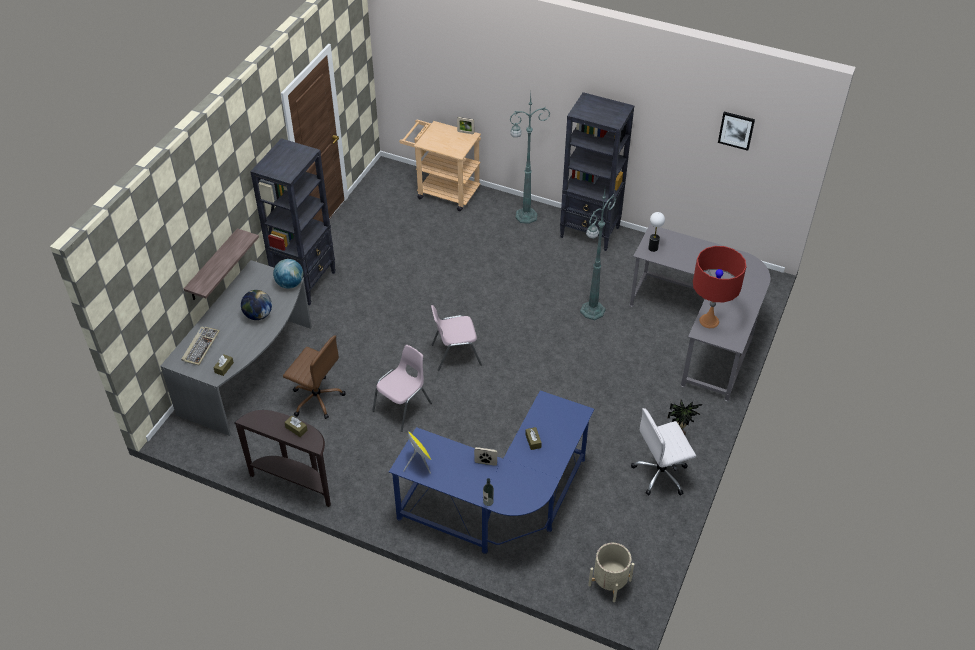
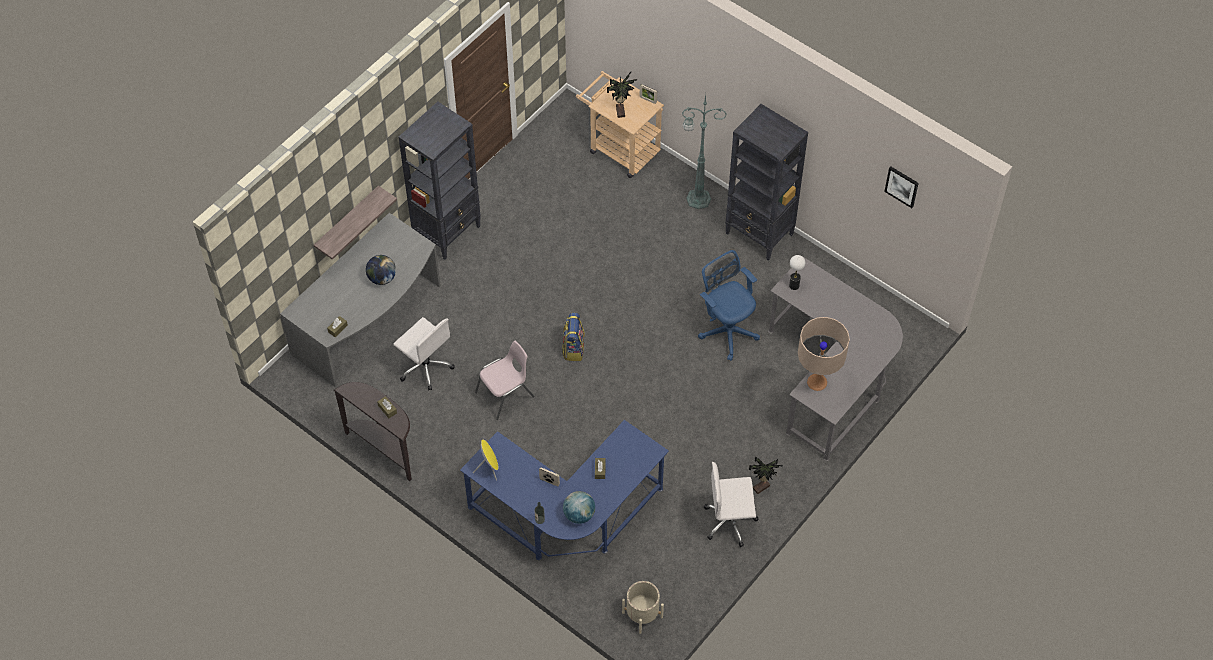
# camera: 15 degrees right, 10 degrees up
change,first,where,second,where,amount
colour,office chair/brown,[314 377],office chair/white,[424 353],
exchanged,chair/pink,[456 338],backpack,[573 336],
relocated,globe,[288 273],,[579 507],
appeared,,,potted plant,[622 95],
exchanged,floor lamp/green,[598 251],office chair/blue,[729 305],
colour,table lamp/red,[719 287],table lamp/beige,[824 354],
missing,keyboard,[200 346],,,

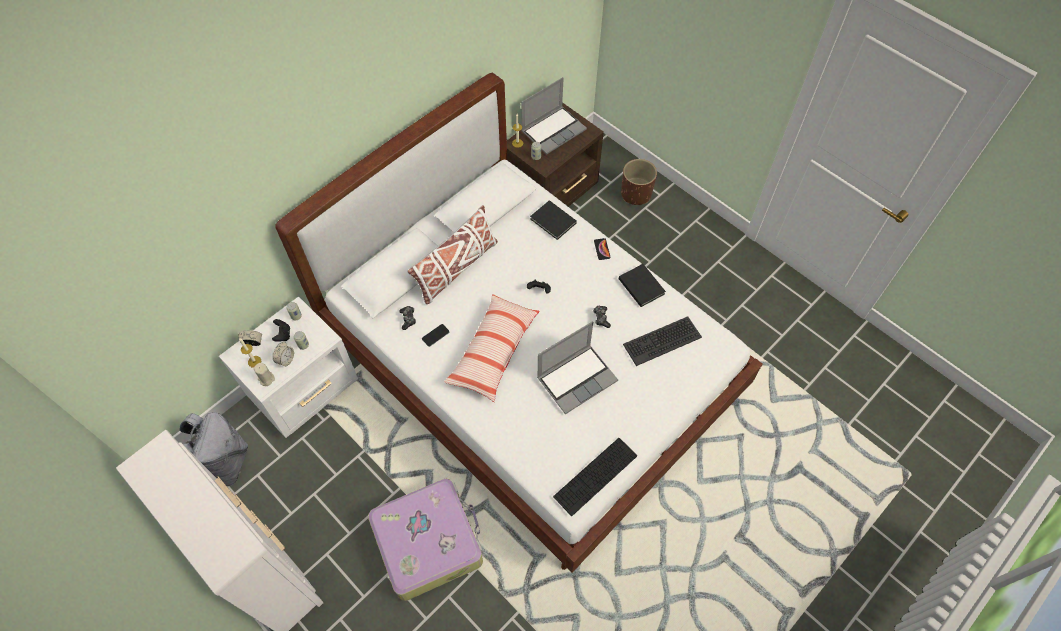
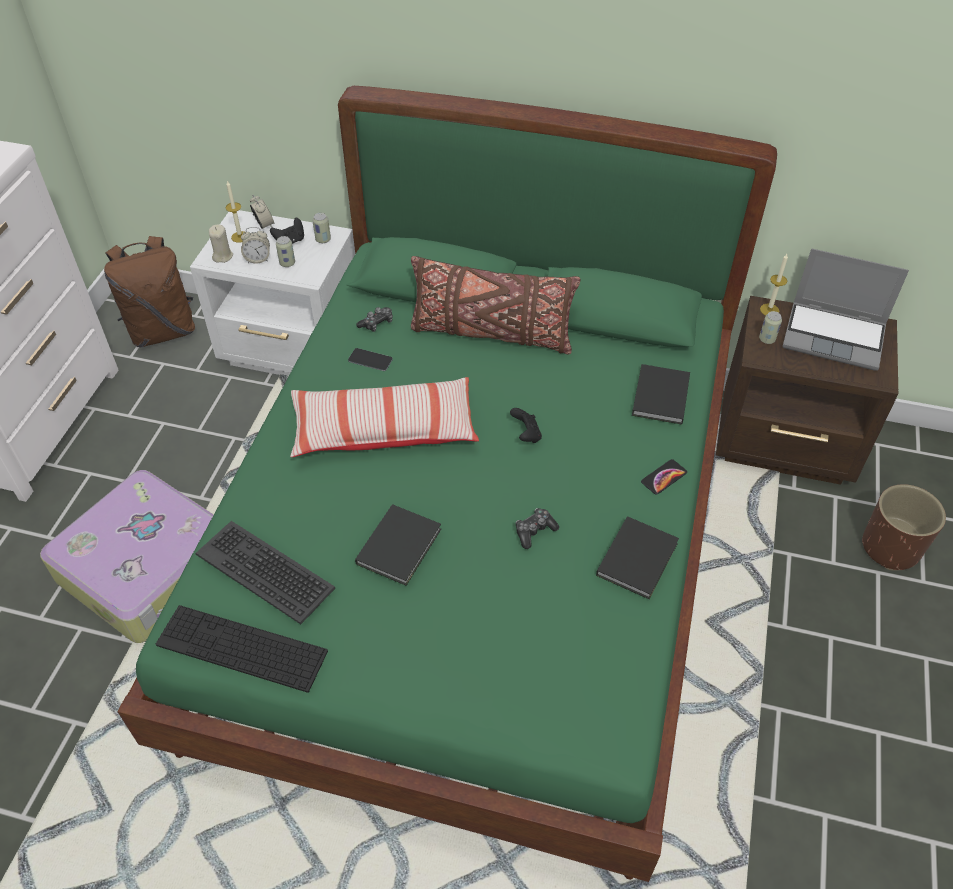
# camera: 60 degrees right, 10 degrees down
change,first,where,second,where,amount
colour,backpack/grey,[214 449],backpack/brown,[149 291],
colour,bed/white,[518 323],bed/green,[447 484],
relocated,keyboard,[662 341],,[265 572],
exchanged,laptop,[577 367],book/black,[398 545],
colour,pillow/white,[453 254],pillow/brown,[495 305],

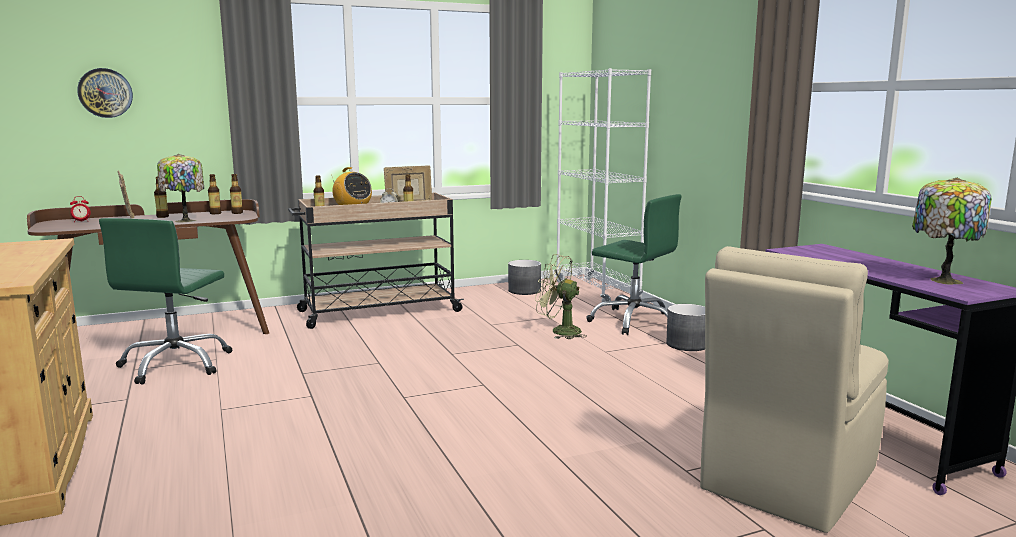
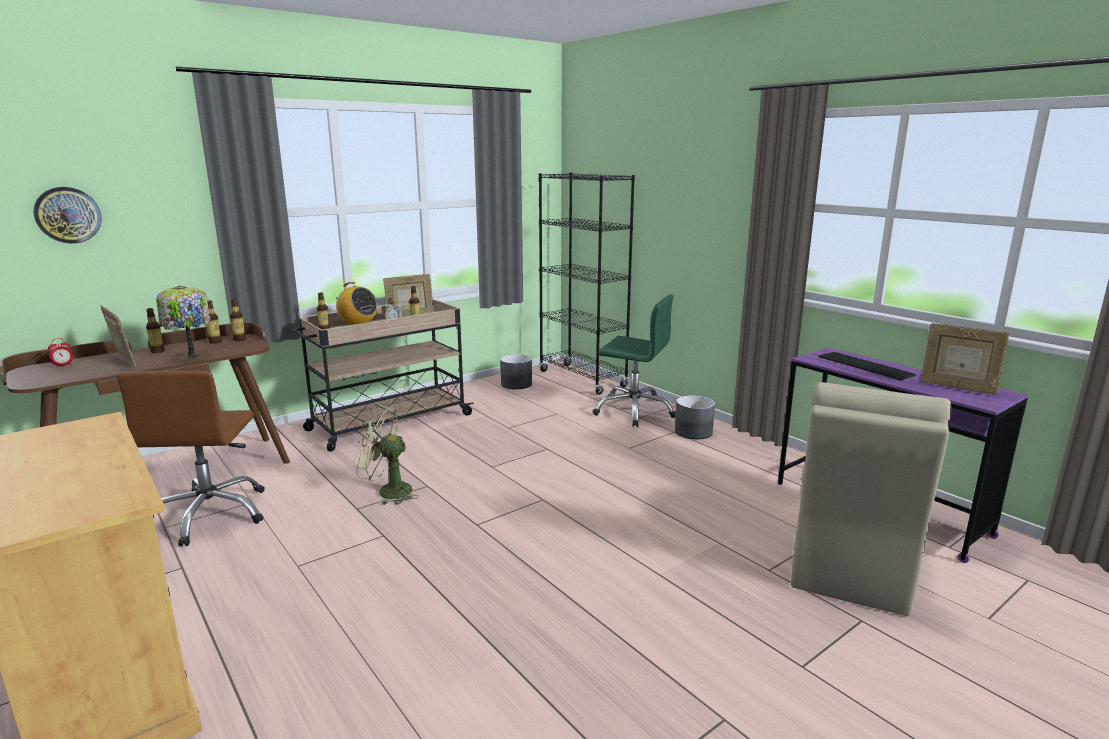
# camera: 15 degrees left, 5 degrees up
change,first,where,second,where,amount
colour,office chair/green,[165 301],office chair/brown,[190 458],
relocated,fan/green,[561 296],,[386 455],
colour,bookcase/white,[603 185],bookcase/black,[587 284],
appeared,,,keyboard,[867 366],
exchanged,table lamp,[952 231],picture frame,[965 359],

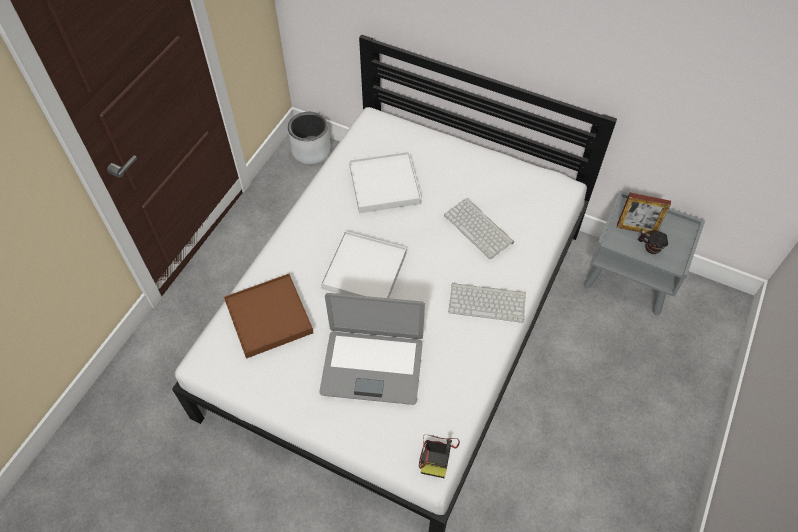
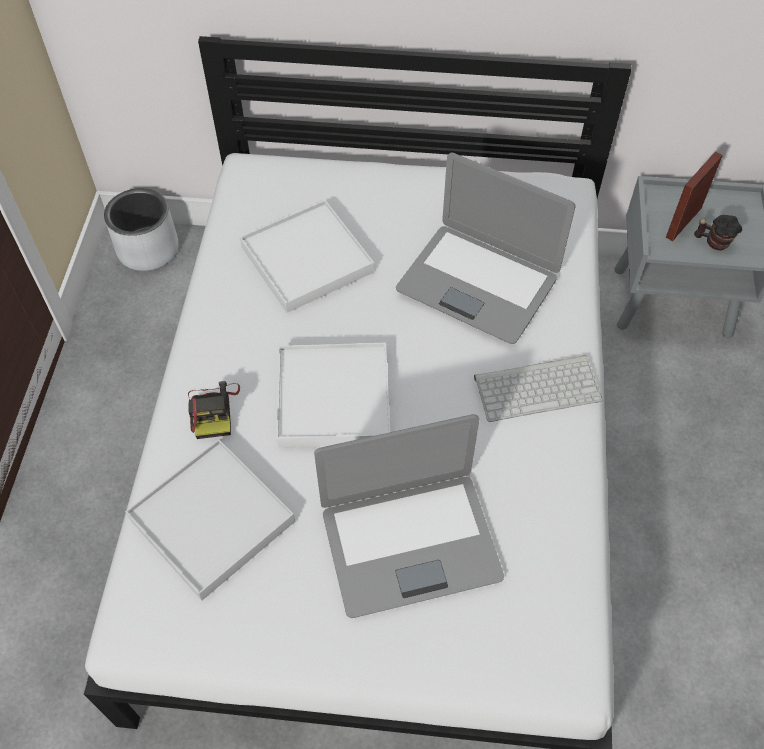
# camera: 20 degrees left, 0 degrees up
change,first,where,second,where,amount
colour,tray/brown,[268 316],tray/white,[210 519],
relocated,photo camera,[439 456],,[214 410],
exchanged,keyboard,[479 228],laptop,[486 248],
spun,picture frame,[644 213],,[694 196],135 degrees clockwise

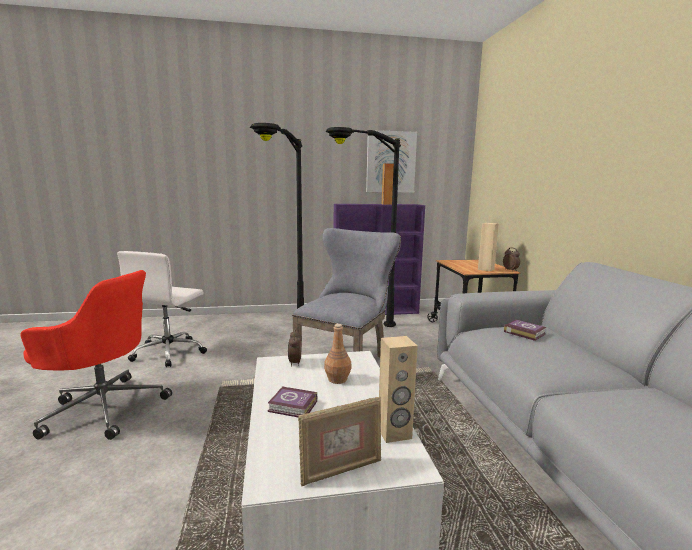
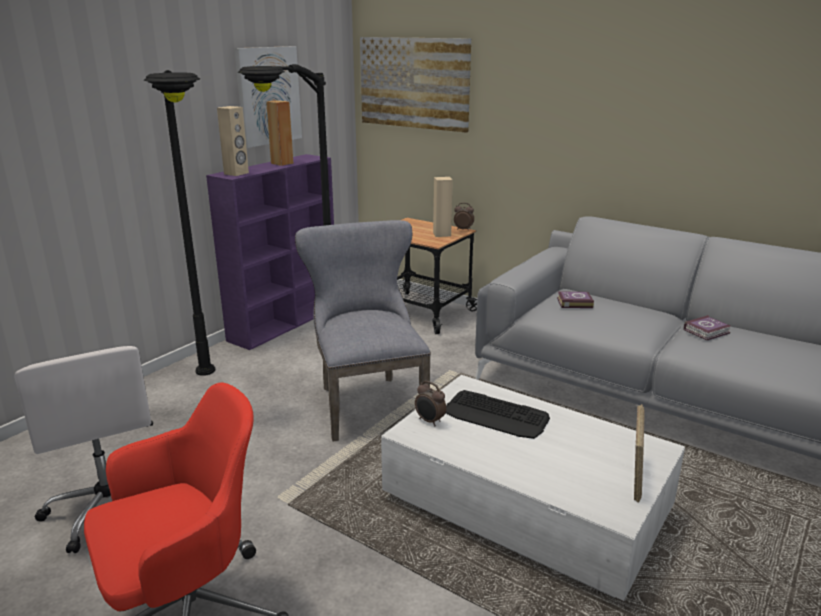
# camera: 45 degrees left, 10 degrees up
change,first,where,second,where,amount
relocated,speaker/beige,[398 389],,[233 141],
appeared,,,picture,[415 85],
exchanged,bottle/brown,[338 354],keyboard,[498 414],
relocated,book,[292 401],,[707 328],

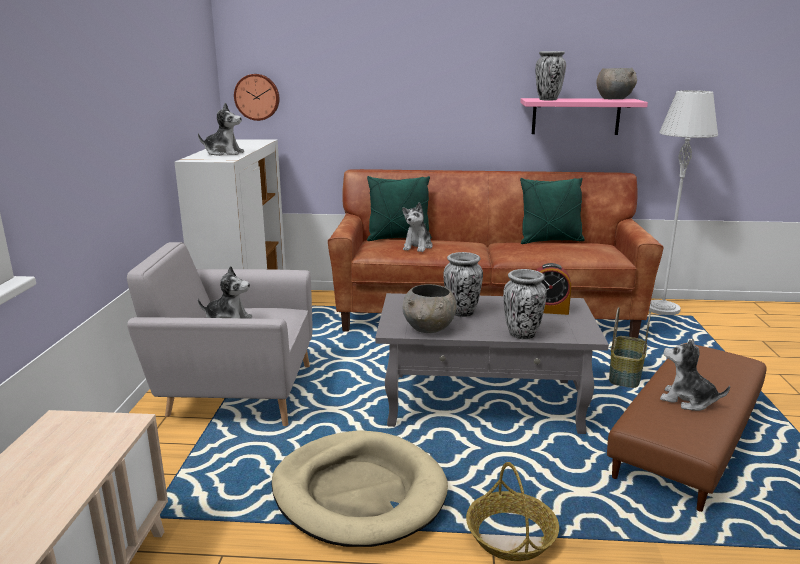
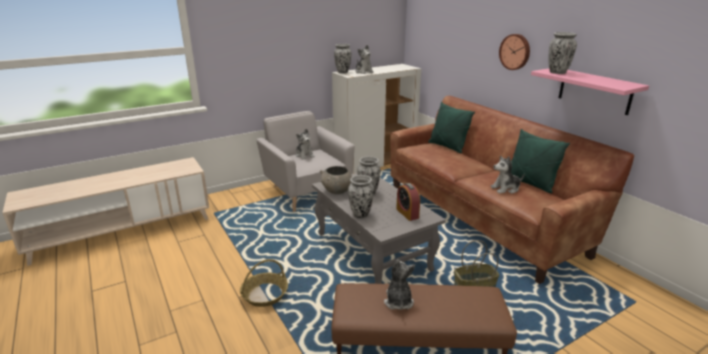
# camera: 55 degrees right, 5 degrees up
change,first,where,second,where,amount
appeared,,,vase,[342 59],
relocated,plush toy,[417 227],,[507 175],
relocated,wall clock,[256 97],,[514 52],
missing,dog bed/beige,[359 488],,,
missing,bowl/grey,[616 83],,,
missing,floor lamp/grey,[683 202],,,

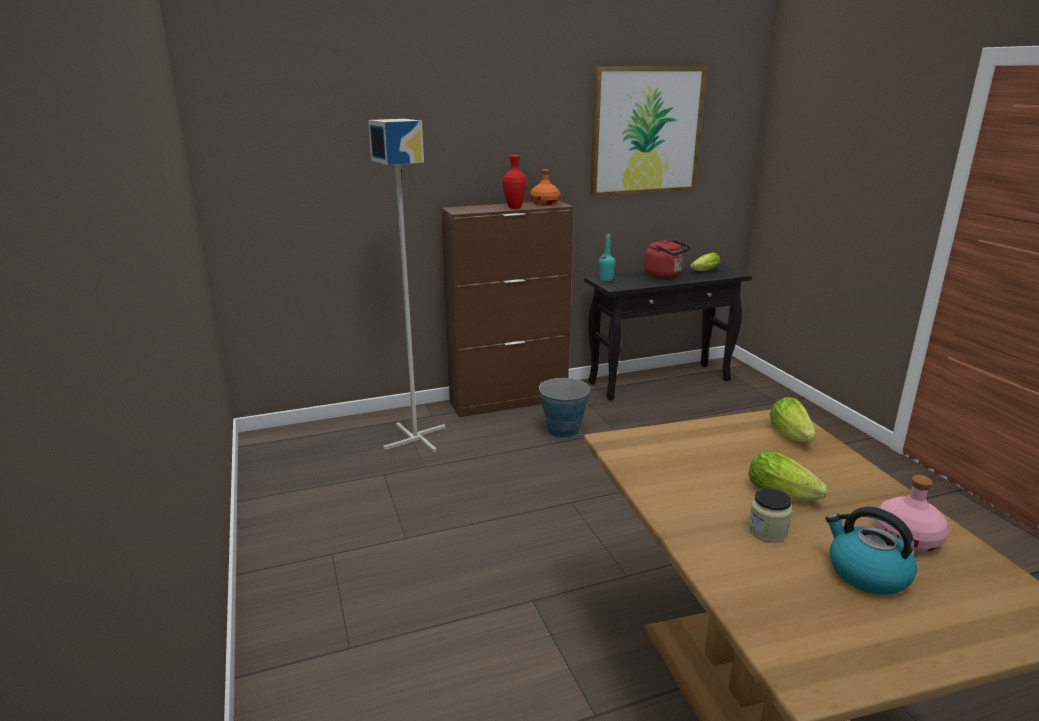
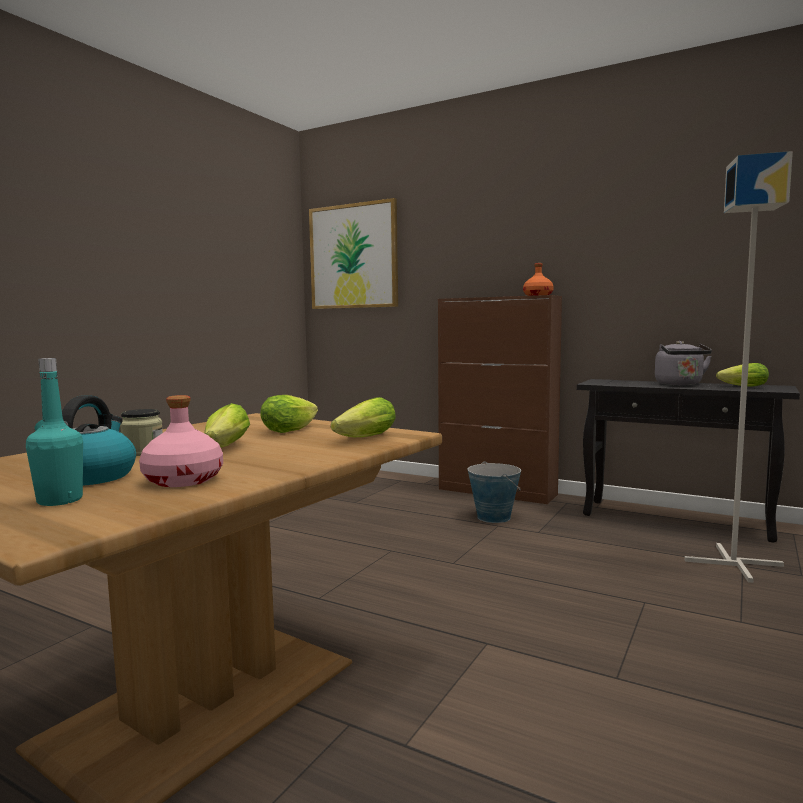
# camera: 50 degrees right, 15 degrees down
change,first,where,second,where,amount
relocated,bottle/turquoise,[607 257],,[54 432],
appeared,,,lettuce,[289 414],
relocated,picture,[648 131],,[353 253],
colour,kettle/red,[667 258],kettle/grey,[683 363],
relocated,floor lamp/grey,[407 285],,[739 367],
missing,vase/red,[515 182],,,

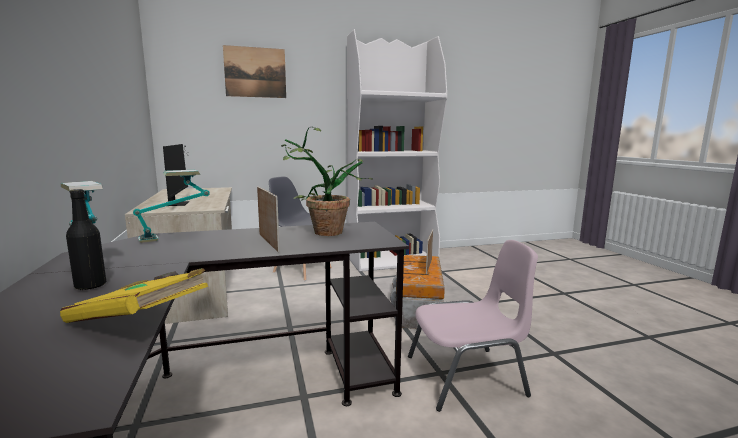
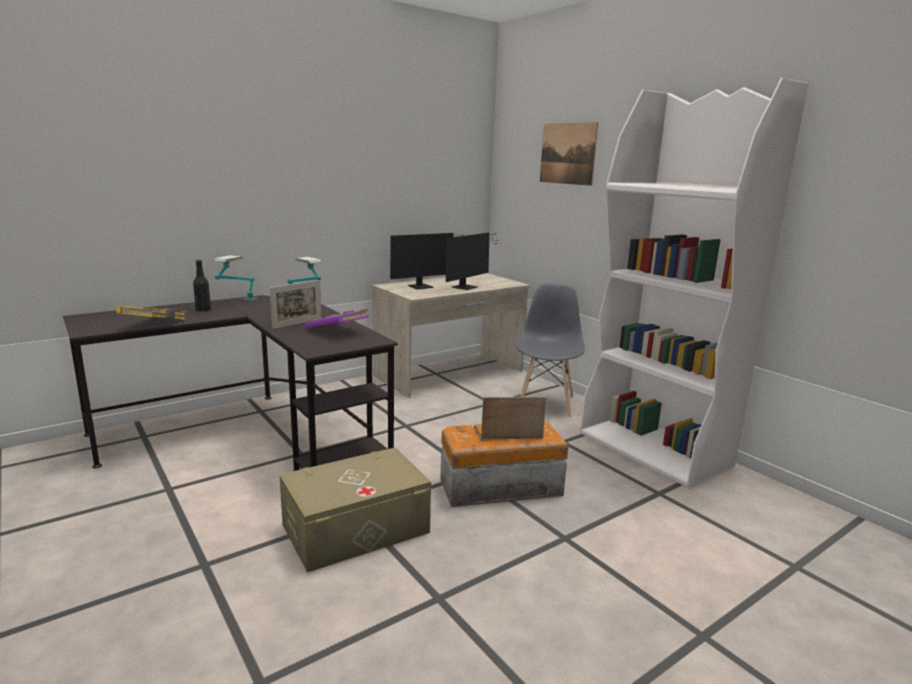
# camera: 70 degrees right, 5 degrees up
change,first,where,second,where,amount
exchanged,chair/pink,[473 326],storage box/beige,[355 509],
exchanged,potted plant,[327 181],book/purple,[336 319],
appeared,,,monitor,[474 261],

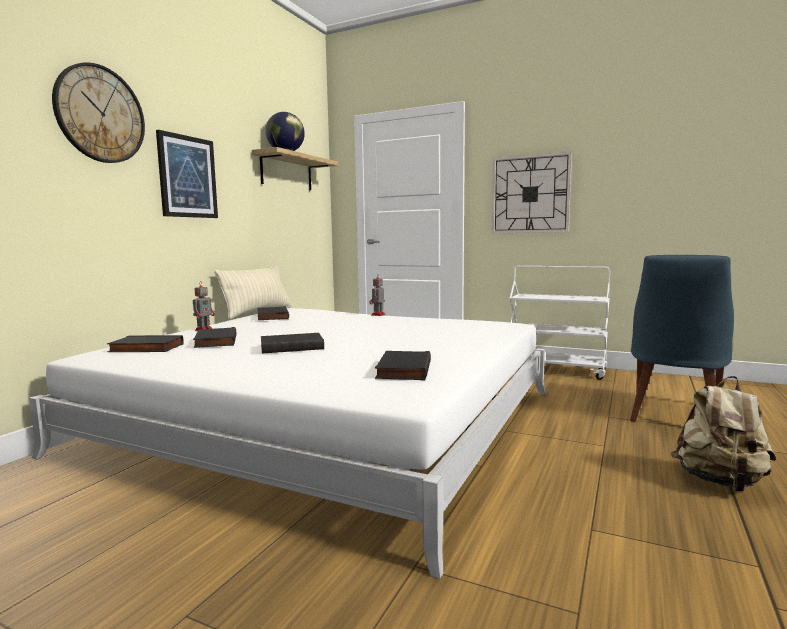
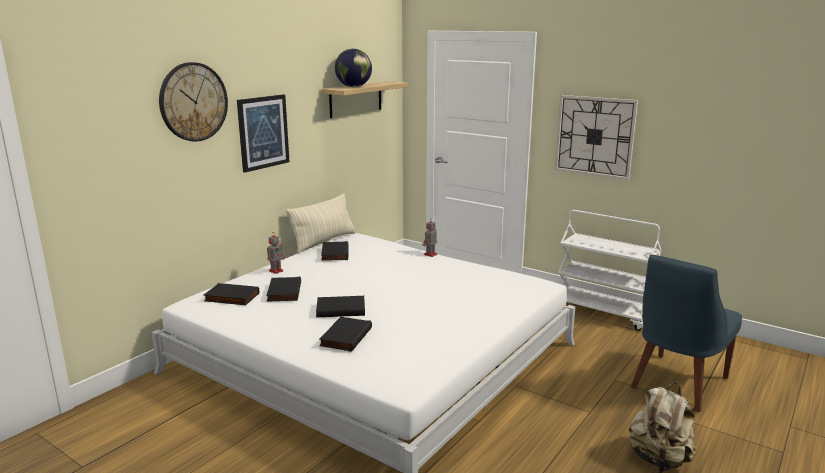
# camera: 10 degrees right, 10 degrees up
change,first,where,second,where,amount
relocated,book/black,[403 365],,[345 334],

